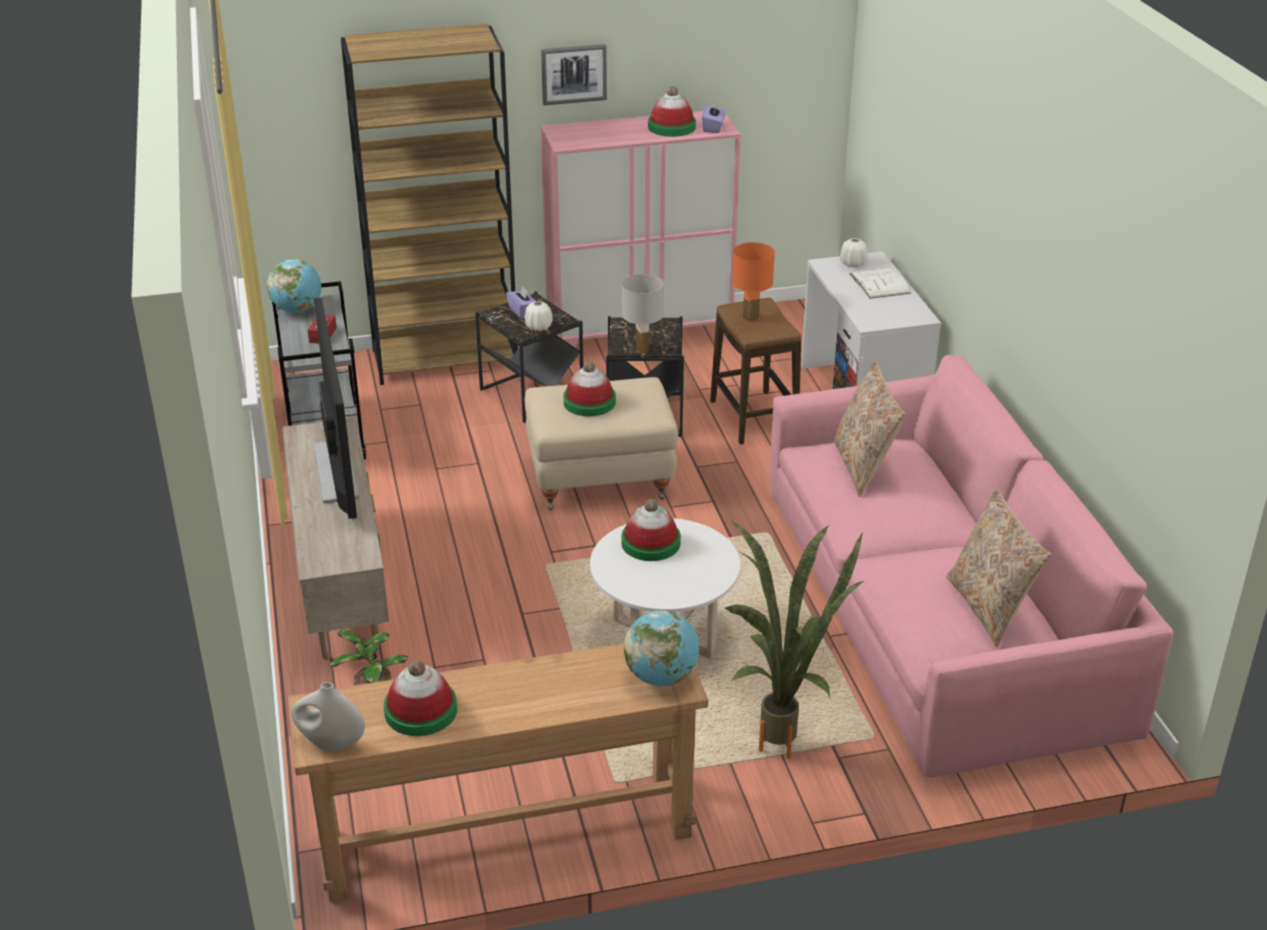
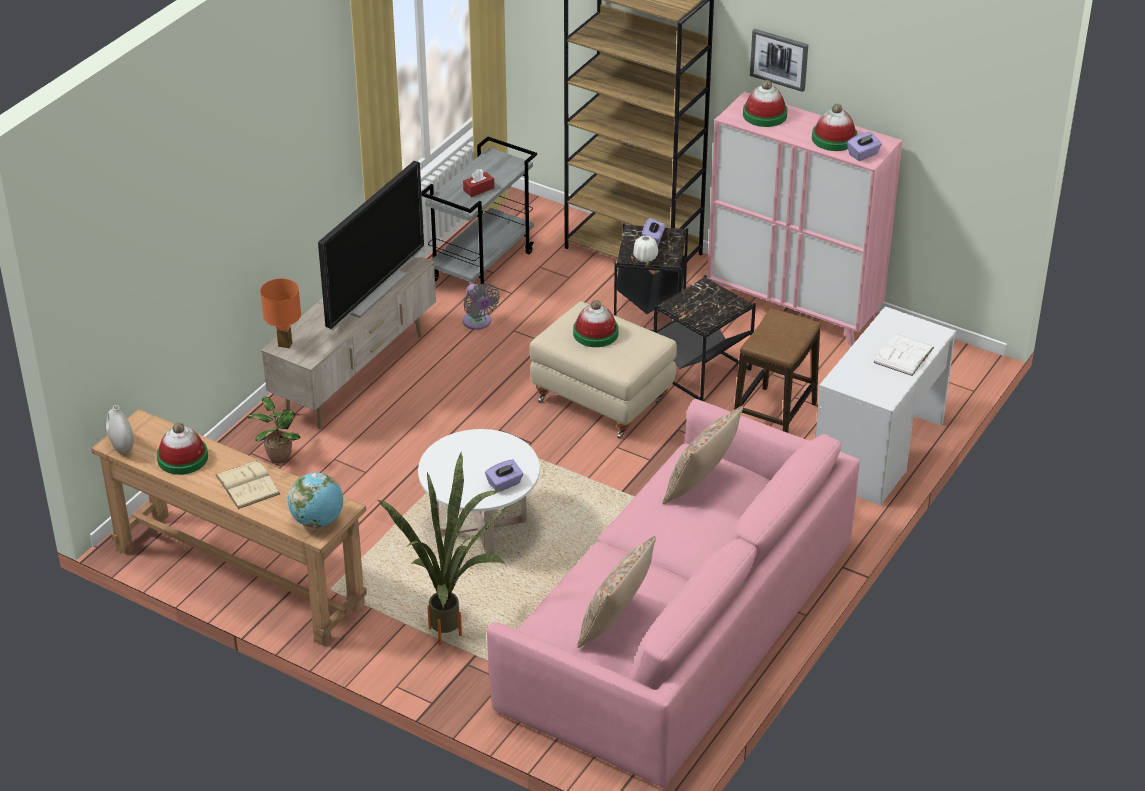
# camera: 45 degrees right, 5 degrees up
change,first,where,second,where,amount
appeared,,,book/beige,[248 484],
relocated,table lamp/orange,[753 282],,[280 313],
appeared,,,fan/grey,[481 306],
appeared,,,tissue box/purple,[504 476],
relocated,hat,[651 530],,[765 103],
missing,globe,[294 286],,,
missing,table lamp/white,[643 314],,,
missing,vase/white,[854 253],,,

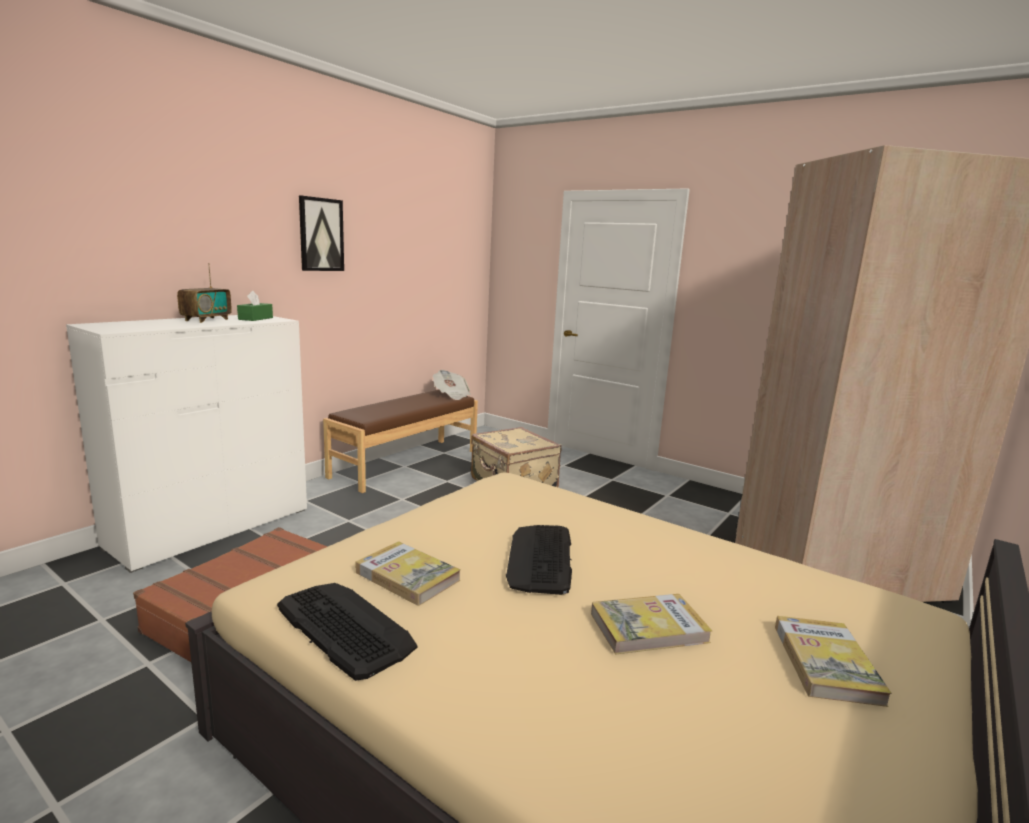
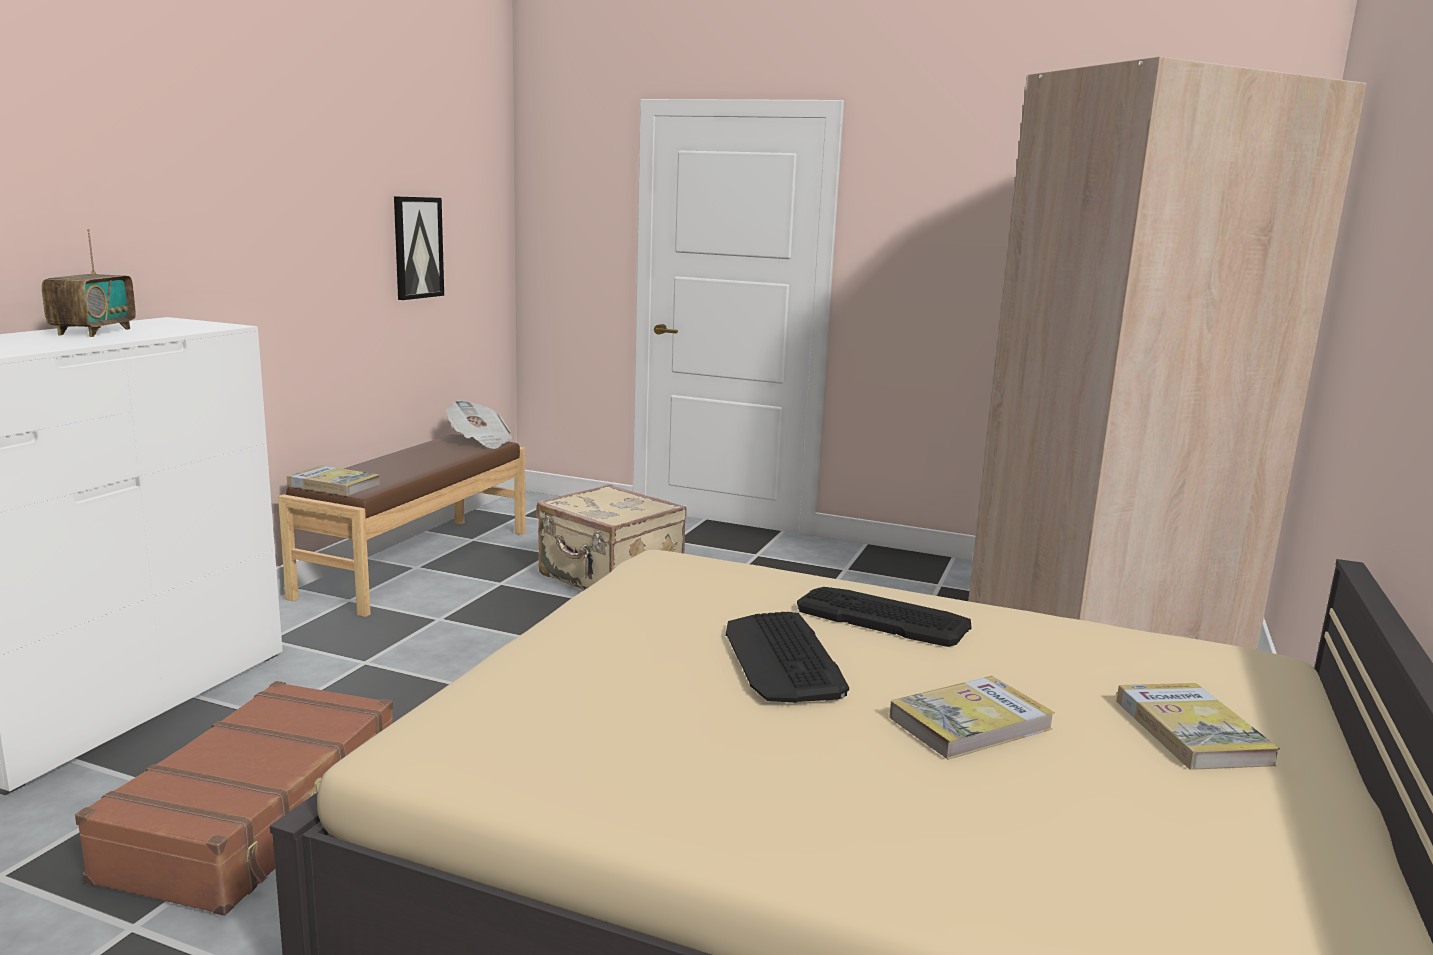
# camera: 15 degrees left, 0 degrees up
change,first,where,second,where,amount
relocated,book,[408 573],,[333 480],
relocated,picture,[321 233],,[419 248],
relocated,keyboard,[347 632],,[884 617],
missing,tissue box/green,[255 306],,,

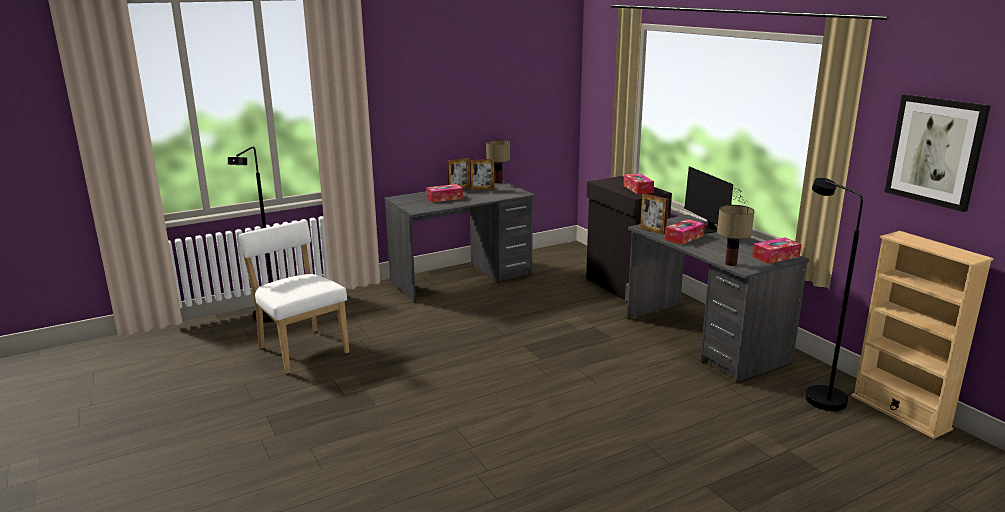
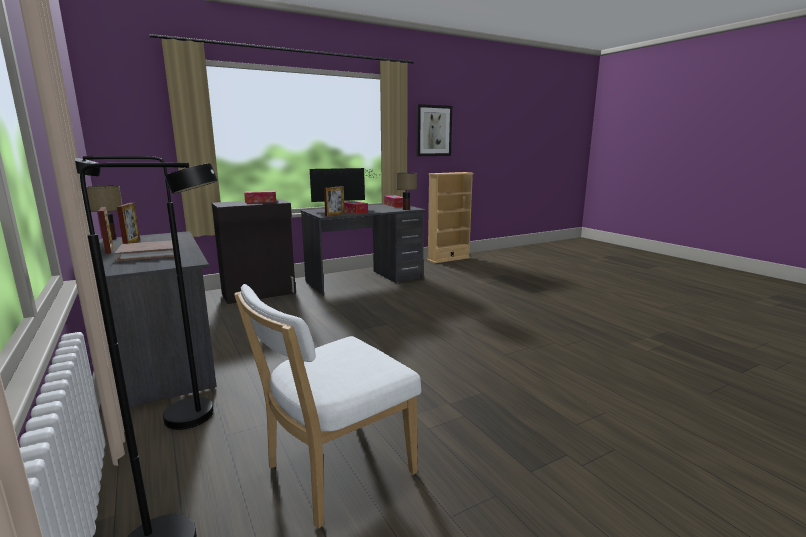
# camera: 90 degrees left, 5 degrees down
change,first,where,second,where,amount
relocated,floor lamp/black,[834 294],,[144 293],
exchanged,tissue box,[444 193],book/brown,[146 251],

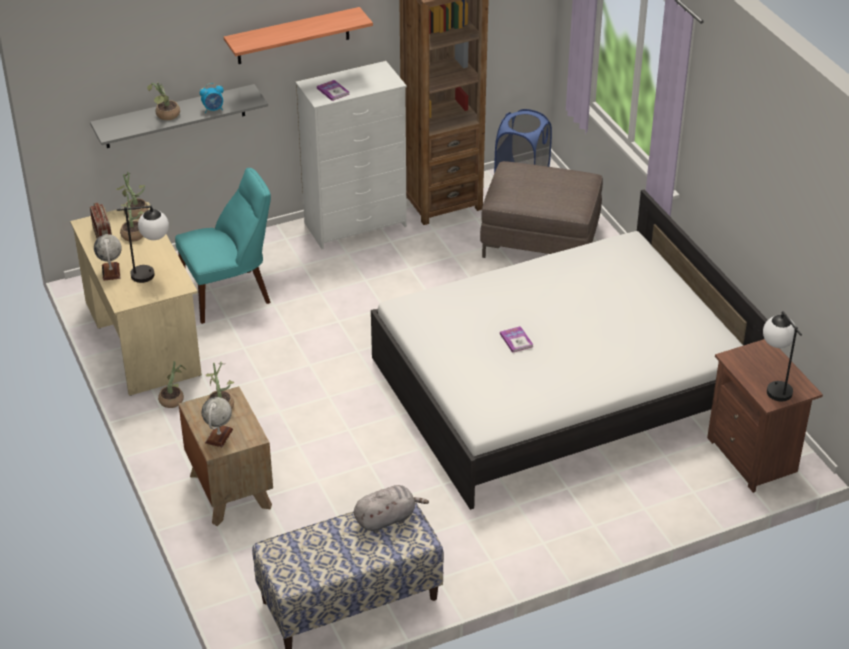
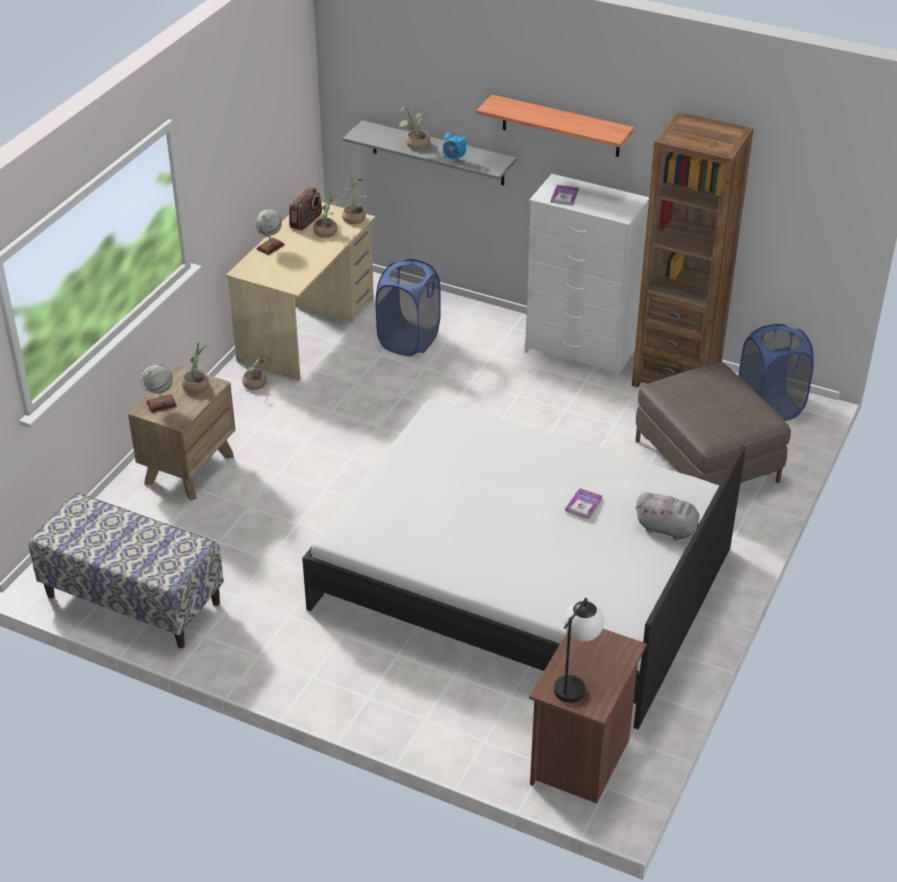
# camera: 50 degrees right, 0 degrees up
change,first,where,second,where,amount
exchanged,chair/turquoise,[223 246],laundry basket/blue,[408 307],
relocated,book,[517 339],,[584 503],
relocated,plush toy/grey,[391 509],,[667 516],
missing,table lamp,[143 244],,,

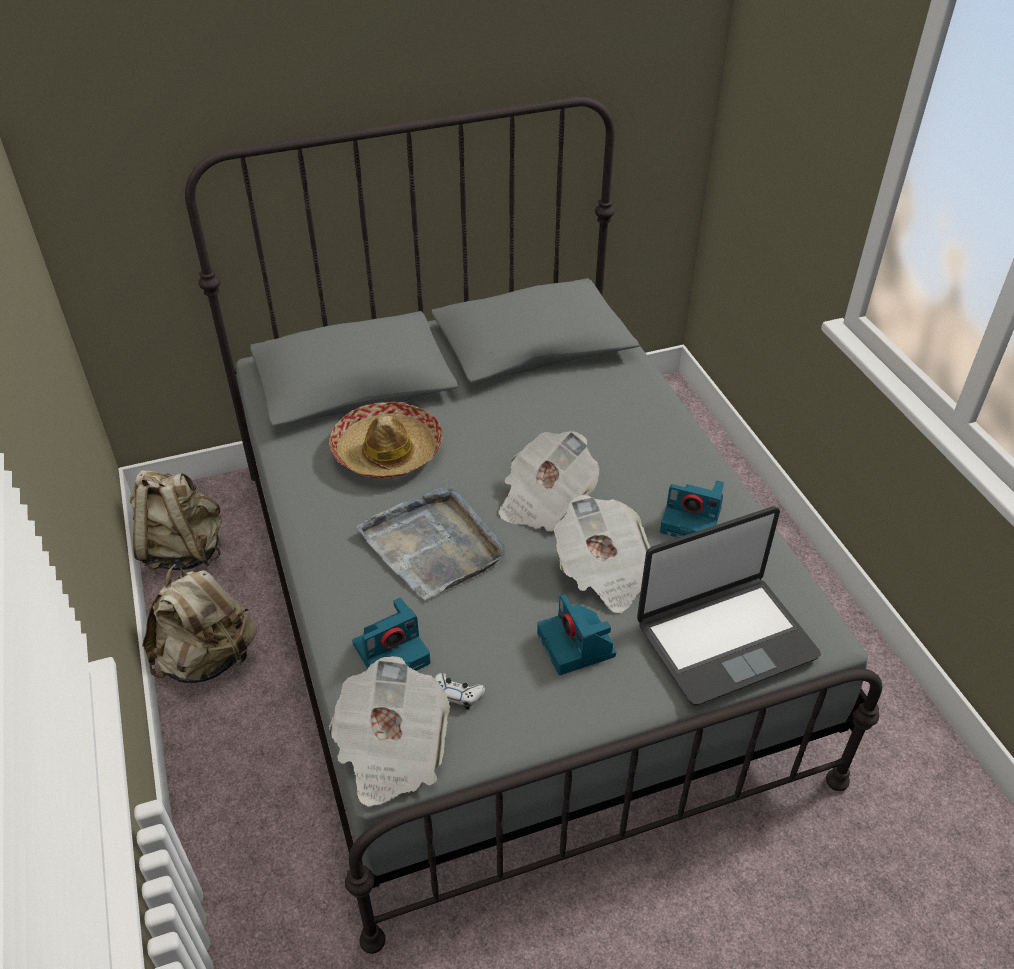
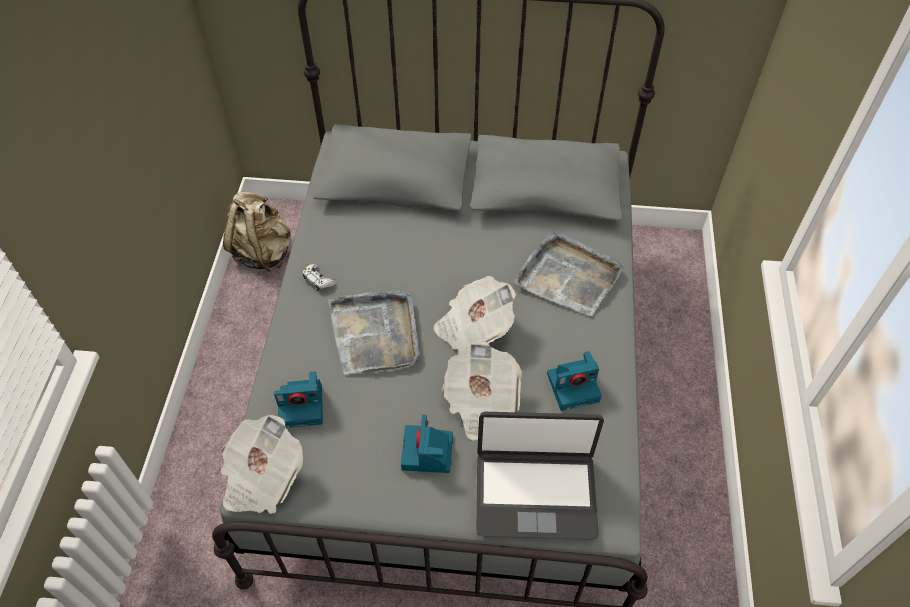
# camera: 25 degrees right, 10 degrees up
change,first,where,second,where,amount
relocated,game controller/white,[459 691],,[319 277],
appeared,,,tray/grey,[568 274],
spun,photo camera,[692 509],,[574 381],60 degrees counterclockwise
missing,backpack/beige,[199 623],,,
missing,hat,[386 440],,,

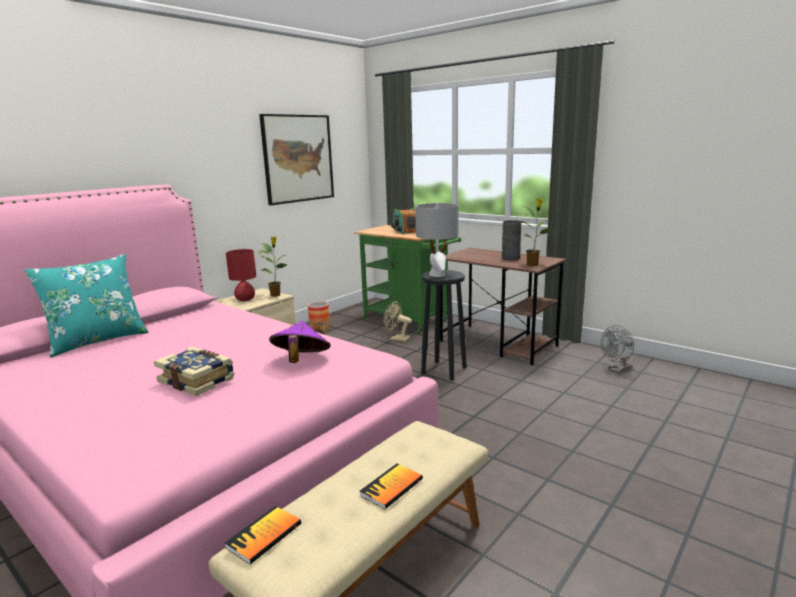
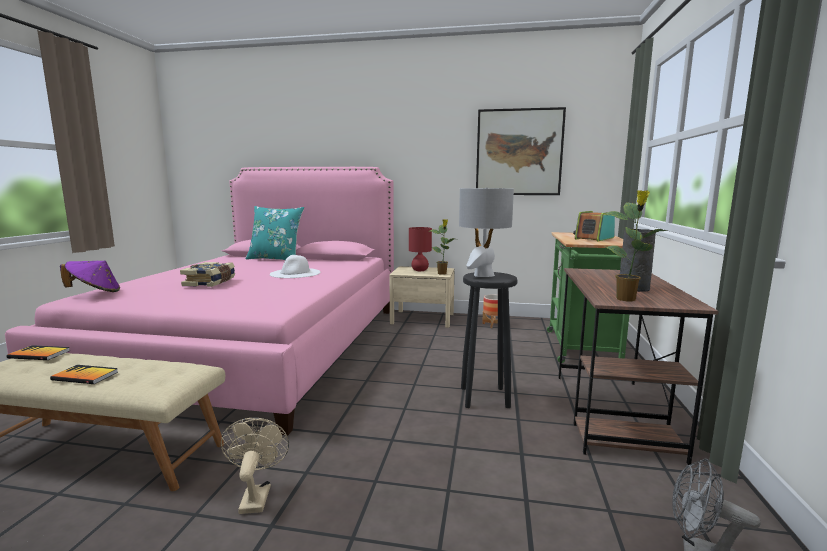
# camera: 60 degrees right, 5 degrees down
change,first,where,second,where,amount
relocated,hat/purple,[300 342],,[90 276],
relocated,fan/beige,[398 321],,[255 466],
appeared,,,hat/white,[295 266],

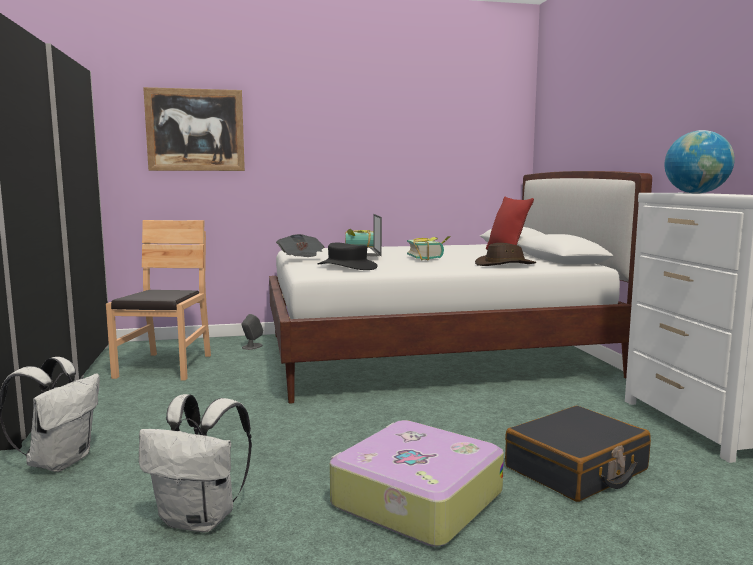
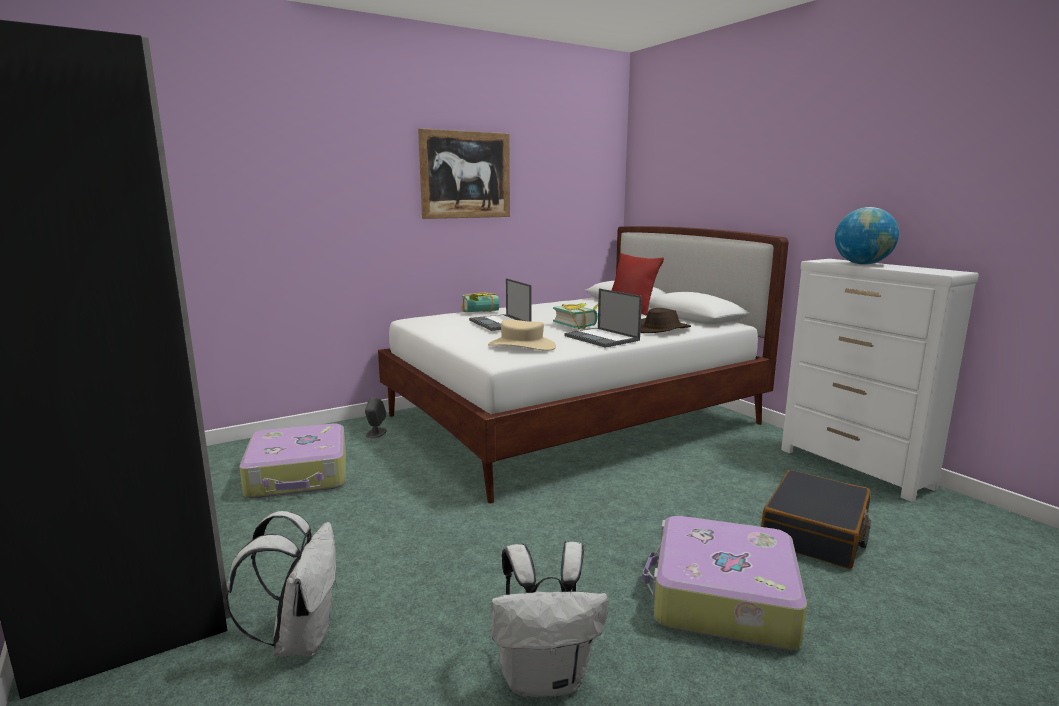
# camera: 20 degrees left, 5 degrees up
change,first,where,second,where,amount
exchanged,chair/brown,[158 300],suitcase,[292 460],
relocated,picture,[194 129],,[464 173],
colour,hat/black,[347 256],hat/beige,[522 335],
appeared,,,laptop,[603 318],
missing,newspaper,[300 245],,,

